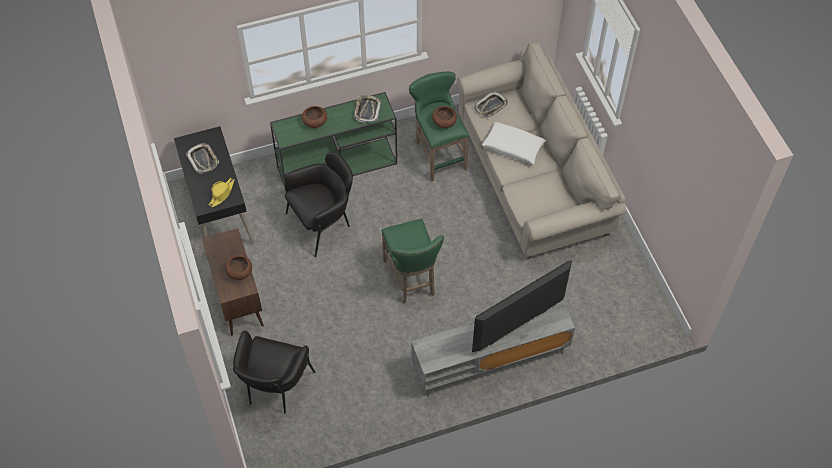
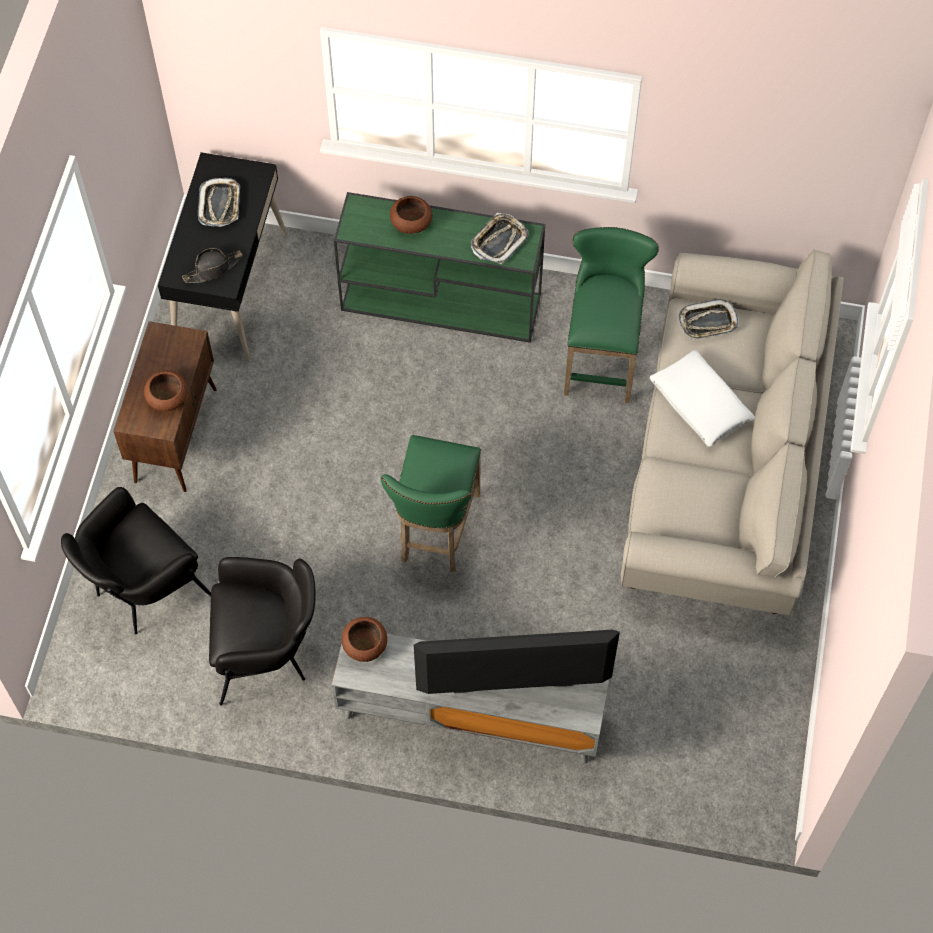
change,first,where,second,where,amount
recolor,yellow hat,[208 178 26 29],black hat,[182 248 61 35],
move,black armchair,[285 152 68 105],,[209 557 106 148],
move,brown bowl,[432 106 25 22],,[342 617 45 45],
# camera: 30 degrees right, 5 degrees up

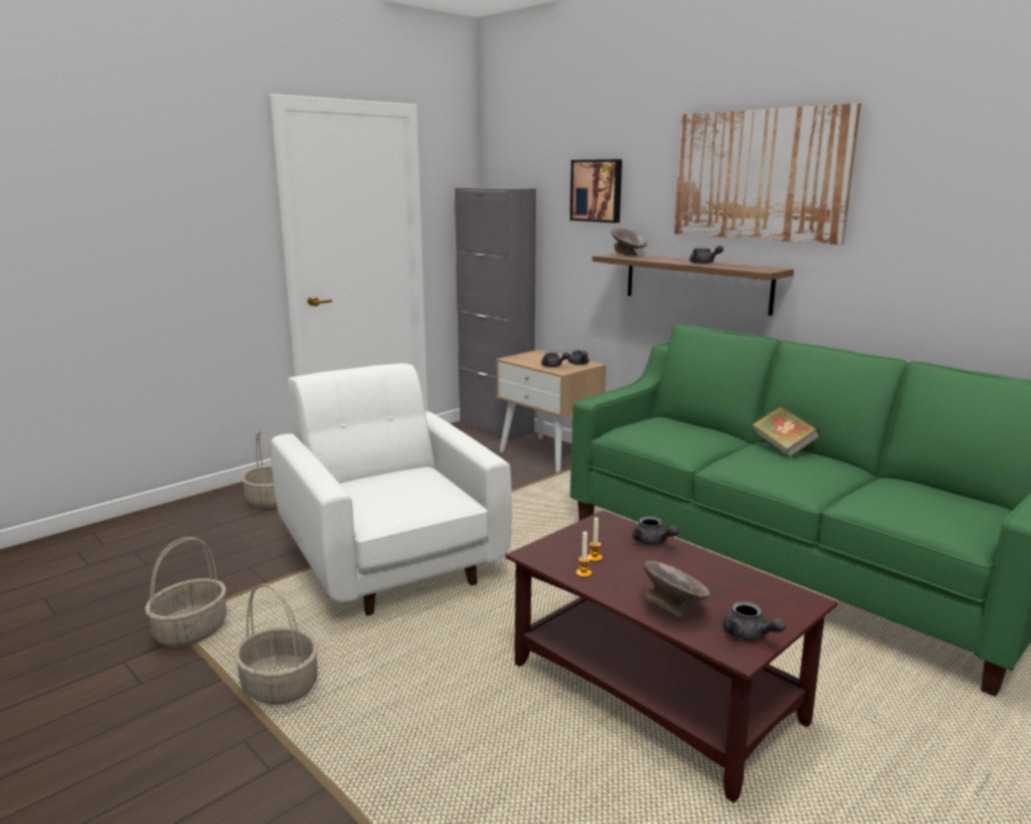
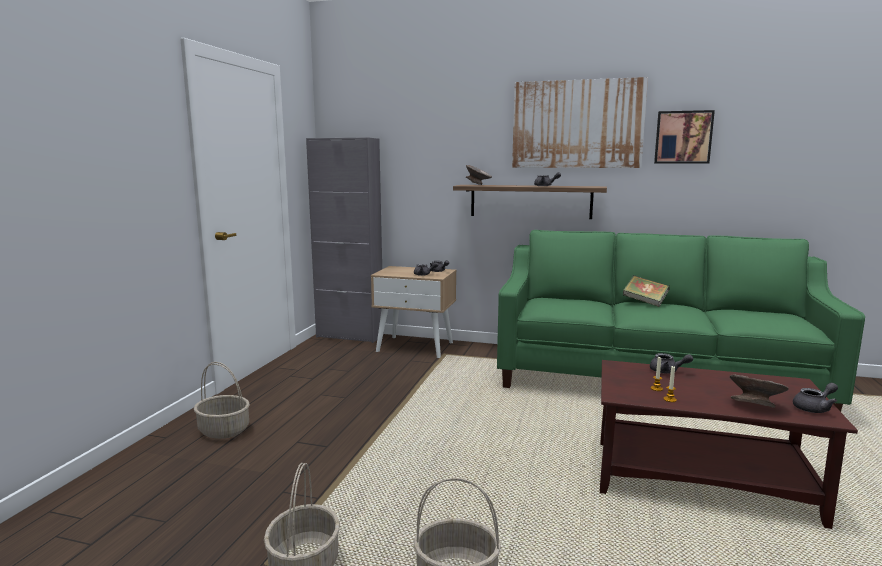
change,first,where,second,where,amount
delete,white armchair,[271 363 241 253],,,
move,picture,[570 159 52 64],,[654 110 61 54],
rotate,grey teapot,[723 601 63 40],,[793 383 45 30],45 degrees counterclockwise
# camera: 30 degrees left, 5 degrees down

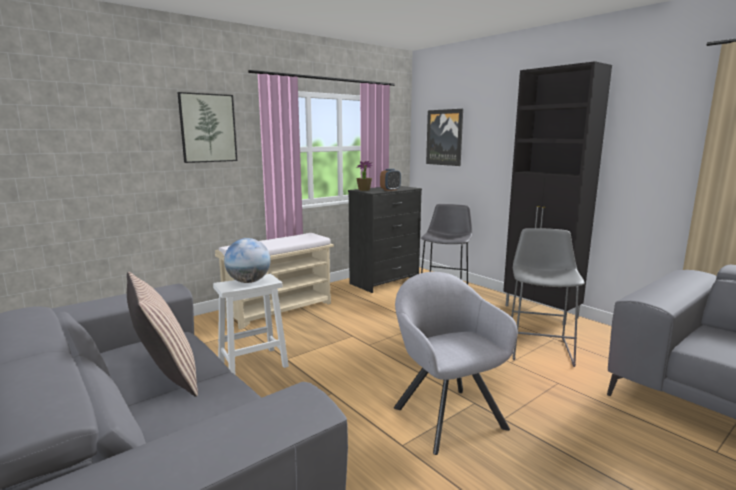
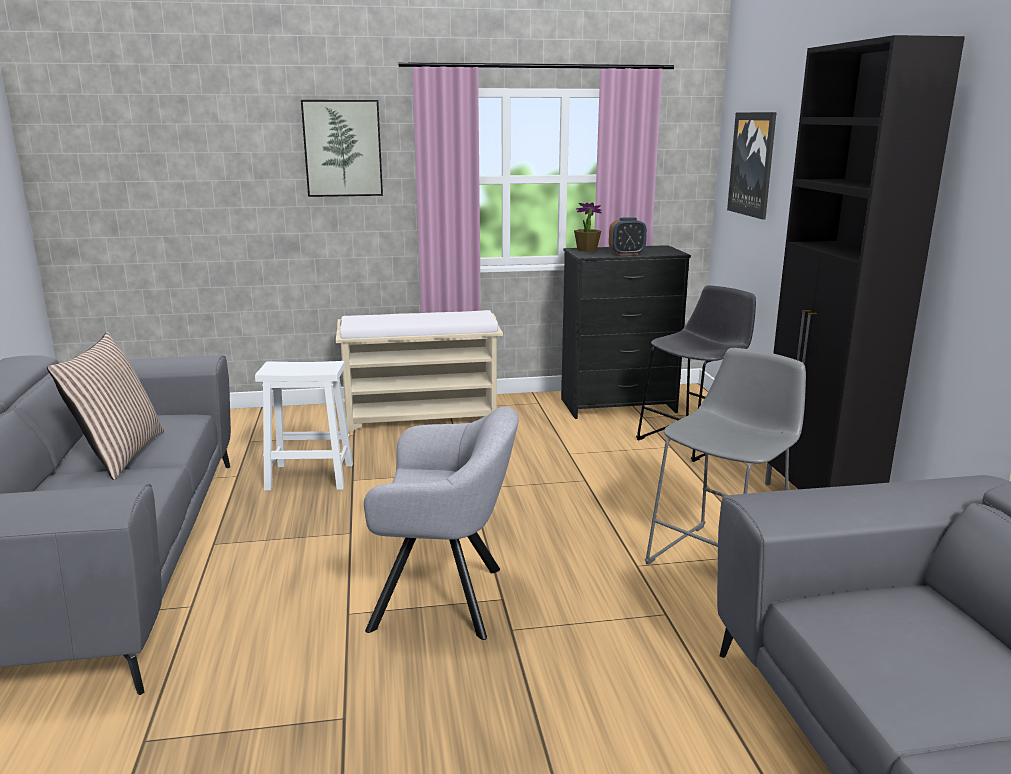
change,first,where,second,where,amount
delete,globe,[224 238 47 45],,,
rotate,grey armchair,[394 272 124 183],,[364 406 155 234],90 degrees clockwise
# camera: 30 degrees right, 5 degrees up

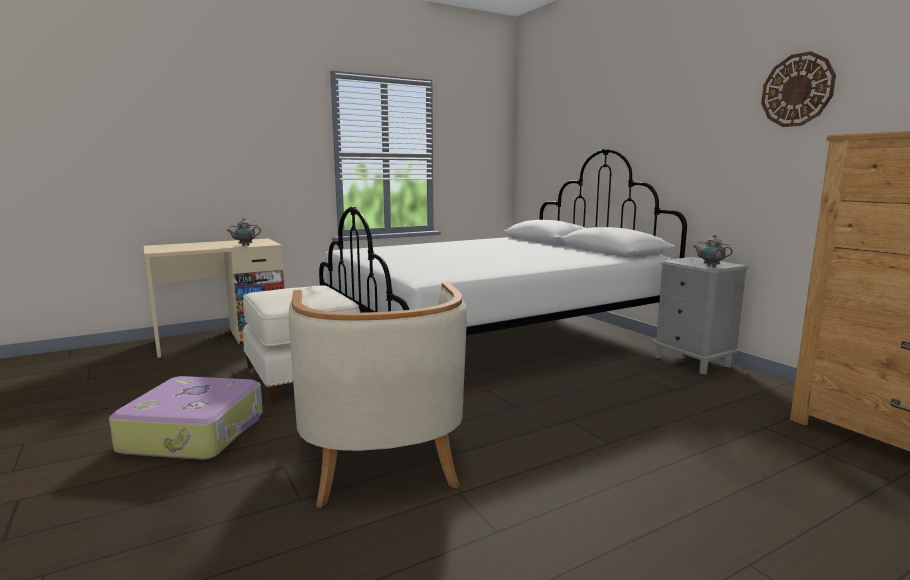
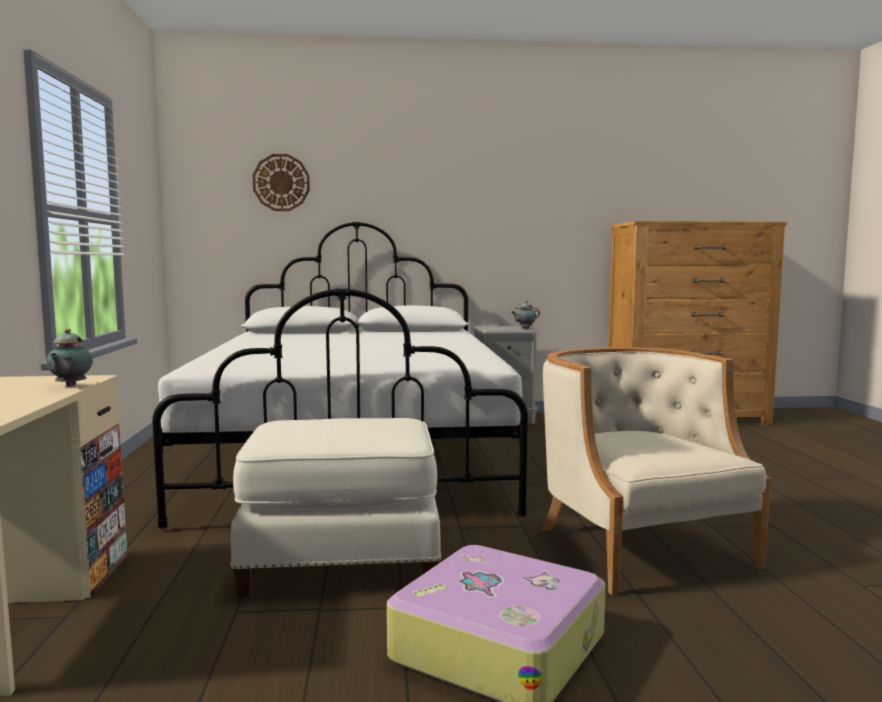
change,first,where,second,where,amount
rotate,beige armchair,[289 282 178 226],,[542 348 229 248],120 degrees counterclockwise
move,wall clock,[761 51 75 76],,[253 154 57 57],
# camera: 65 degrees left, 5 degrees down

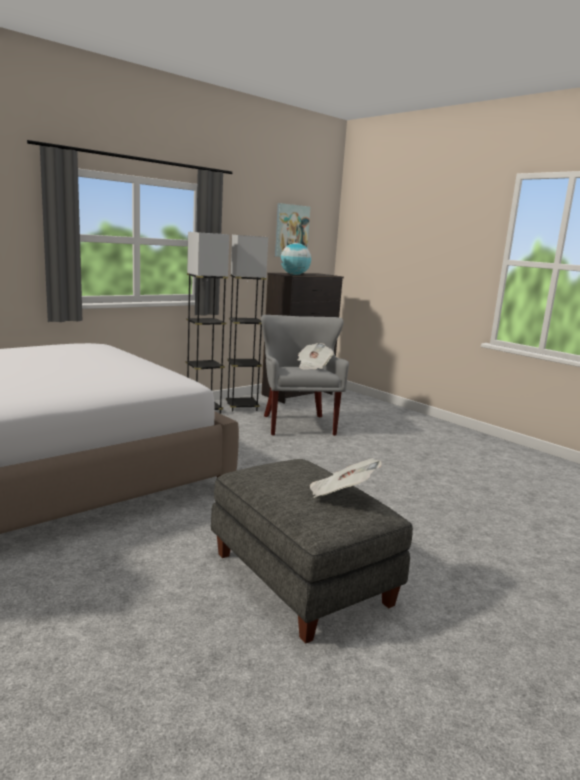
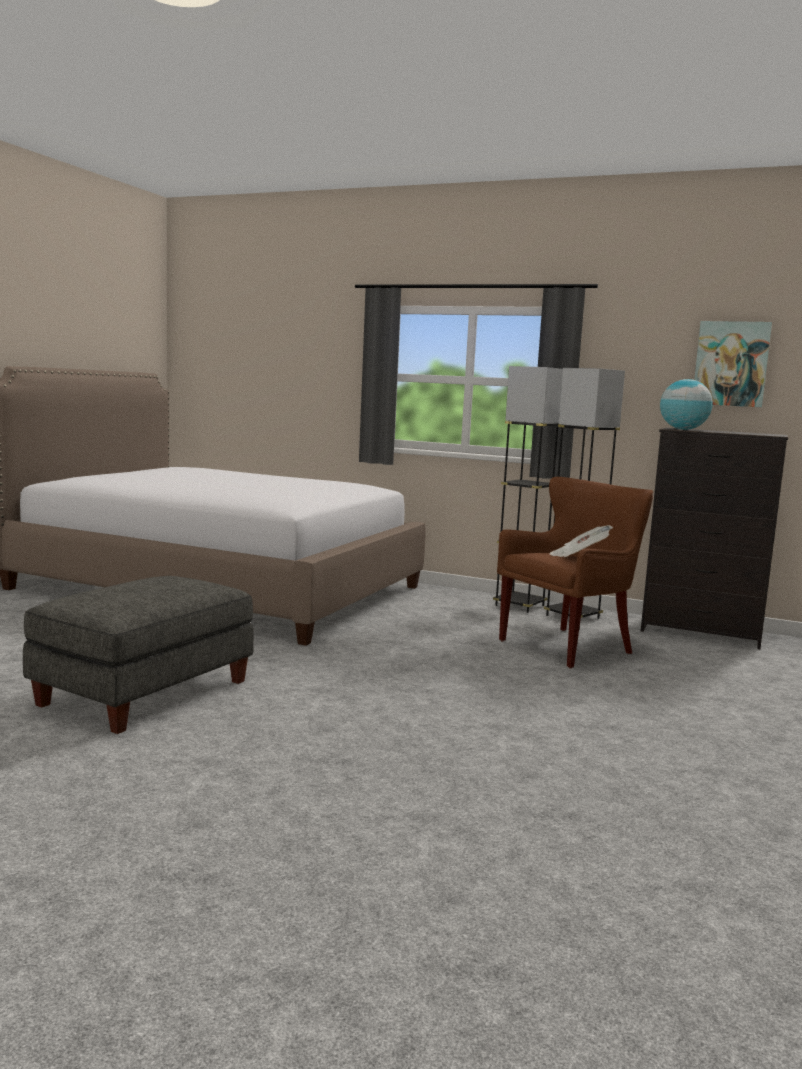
change,first,where,second,where,amount
recolor,grey armchair,[261 315 88 121],brown armchair,[497 477 156 191],
delete,newspaper,[310 458 72 40],,,
# camera: 65 degrees right, 5 degrees down

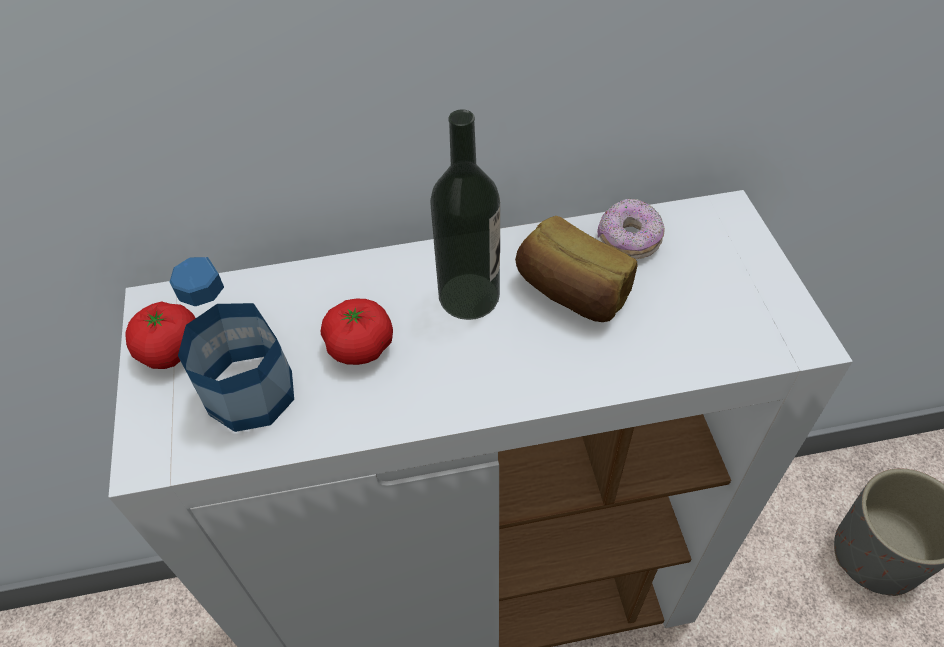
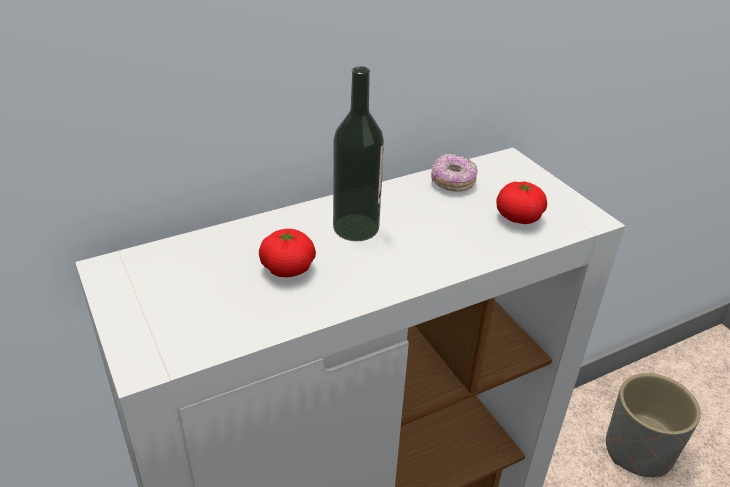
change,first,where,second,where,amount
move,tomato,[125 302 70 67],,[496 181 51 43],
delete,bottle,[170 257 124 175],,,
delete,bread,[515 216 122 106],,,
# camera: 20 degrees left, 15 degrees down

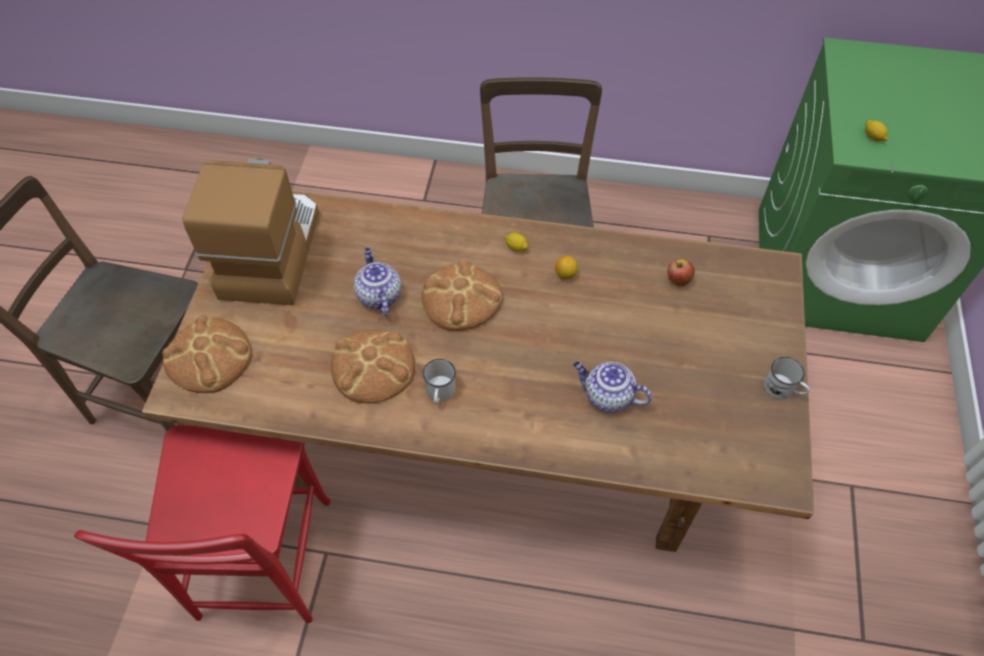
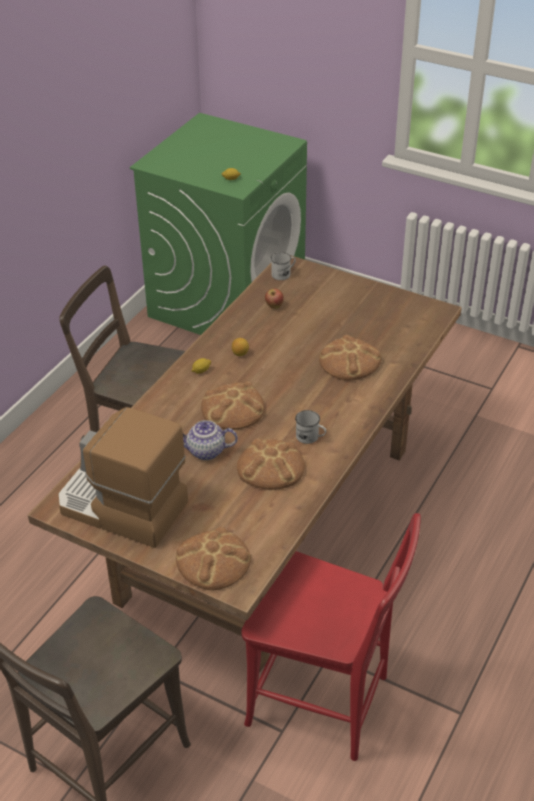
change,first,where,second,where,amount
replace,teapot,[573 362 79 51],bread,[319 335 63 46],
move,white mug,[764 357 46 42],,[271 252 25 28],
# camera: 70 degrees left, 15 degrees down

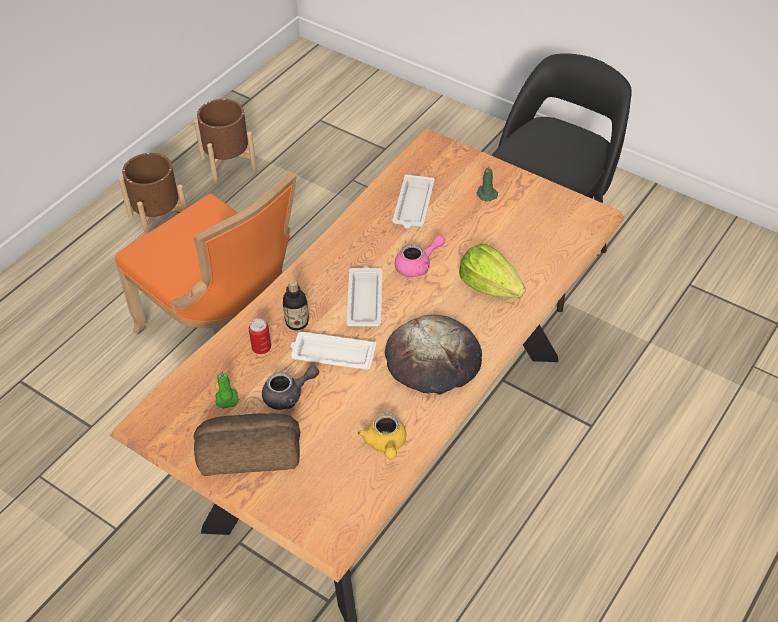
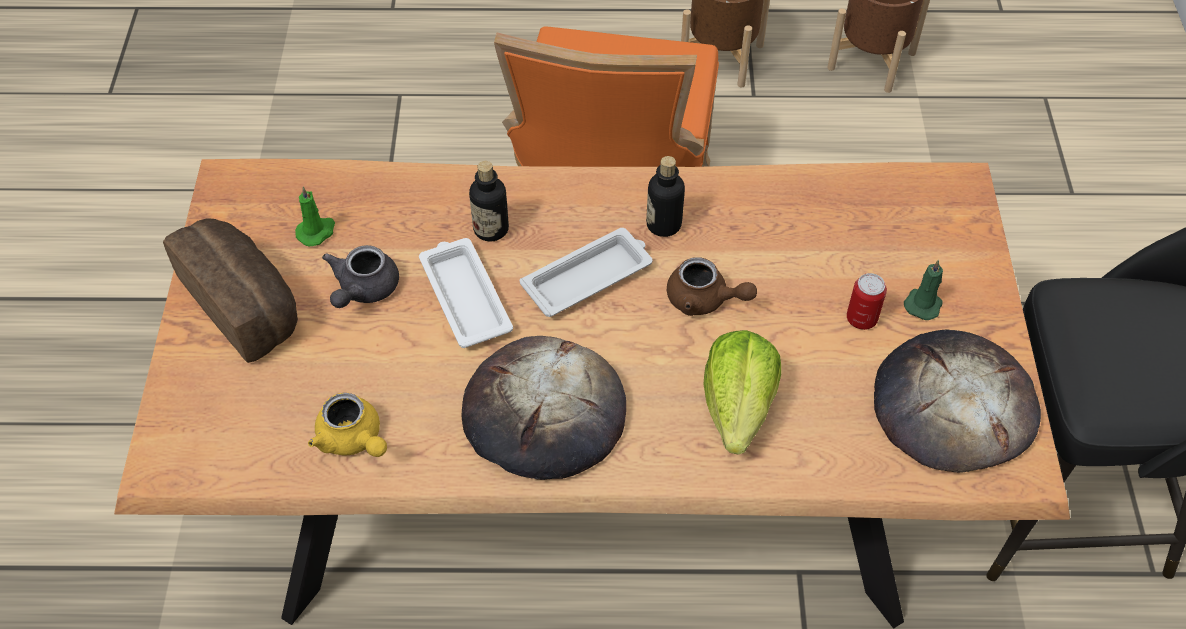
change,first,where,second,where,amount
move,can,[249 319 22 35],,[847 273 40 57],
rotate,grey teapot,[262 366 57 44],,[322 245 77 63],75 degrees clockwise
rotate,yellow teapot,[357 413 50 47],,[308 393 79 64],90 degrees counterclockwise
delete,white tray,[392 174 43 55],,,
recolor,pink teapot,[395 235 50 42],brown teapot,[667 257 90 59],
insert,,,bottle,[646 156 39 81],
insert,,,bread,[874 329 167 144],
# camera: 55 degrees right, 5 degrees up

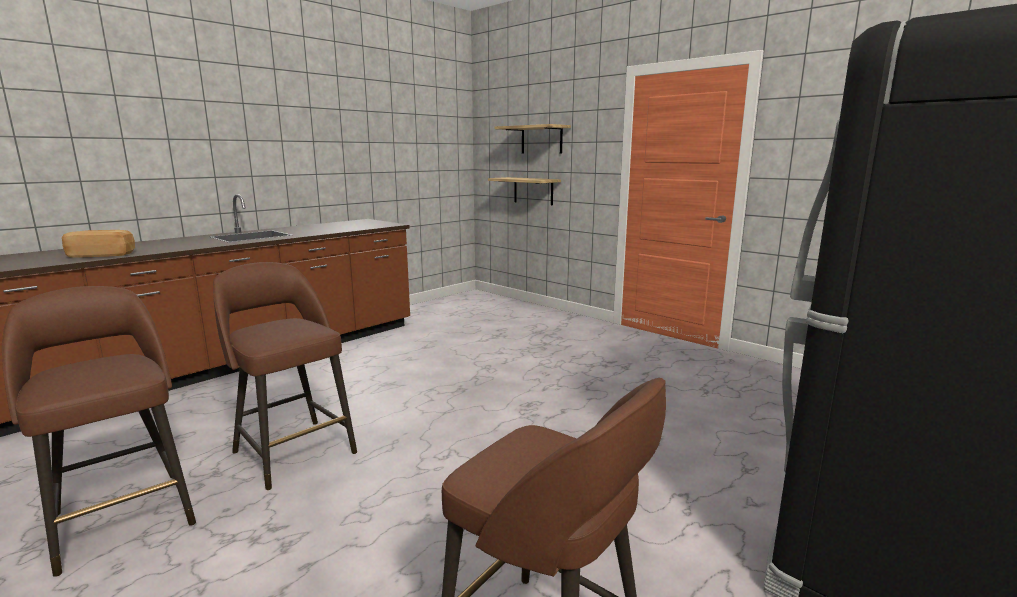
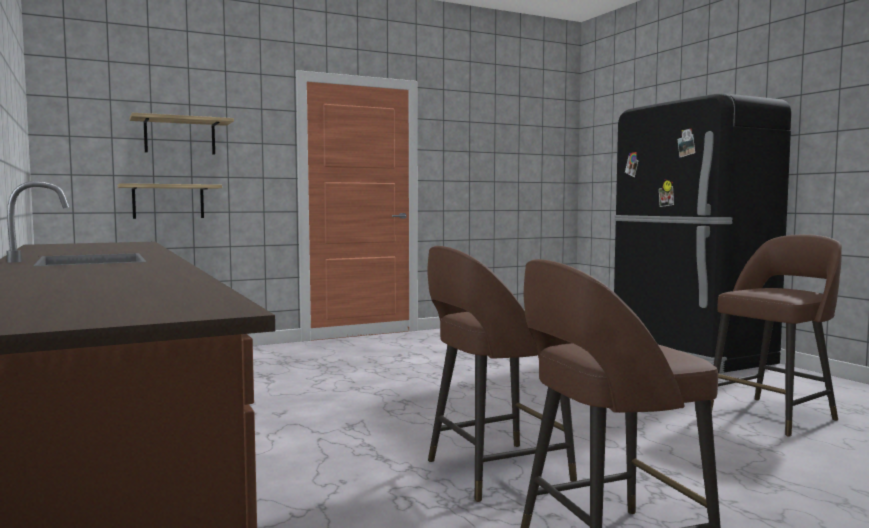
change,first,where,second,where,amount
delete,bread,[62 230 73 28],,,
# camera: 70 degrees left, 10 degrees down

